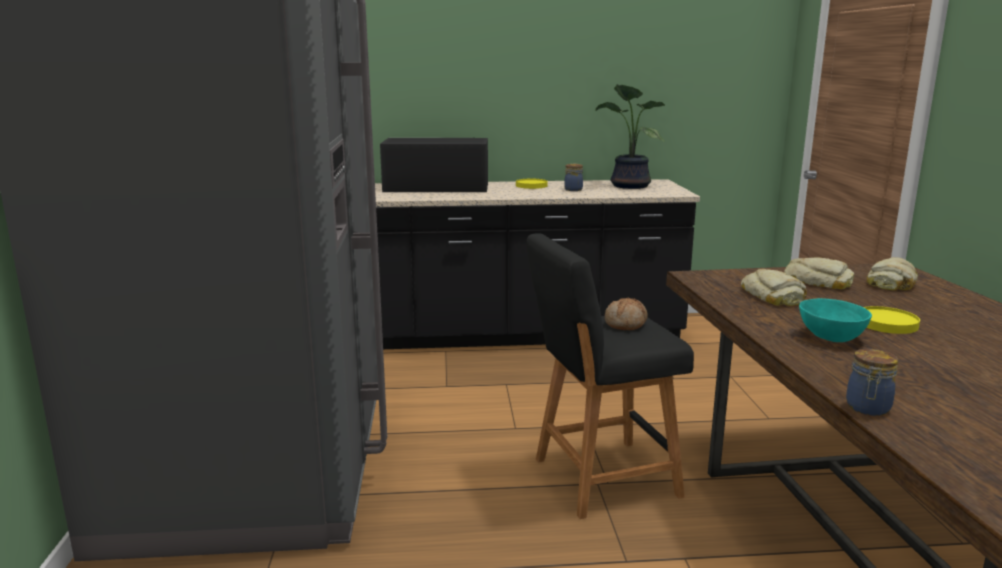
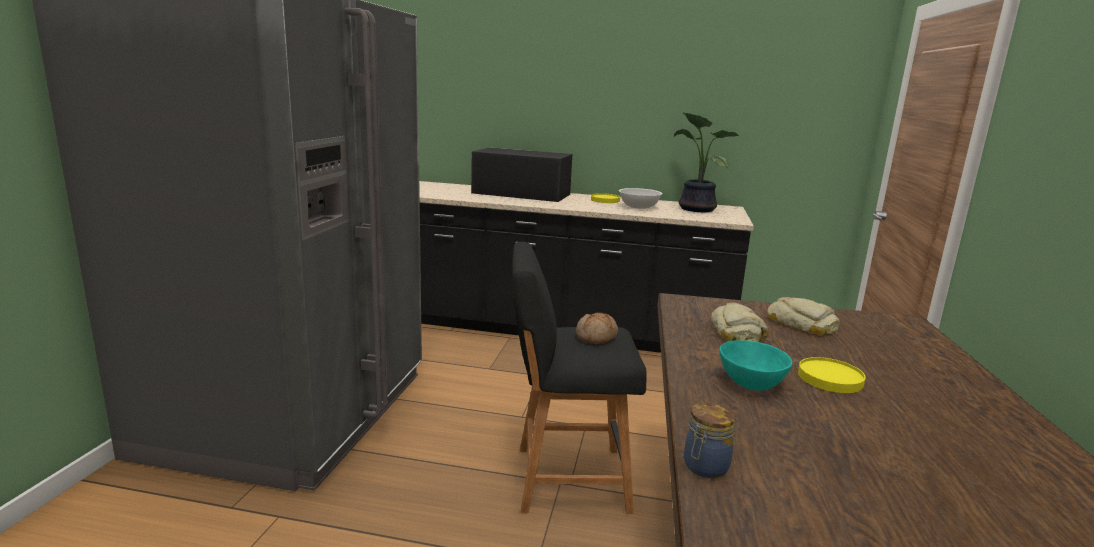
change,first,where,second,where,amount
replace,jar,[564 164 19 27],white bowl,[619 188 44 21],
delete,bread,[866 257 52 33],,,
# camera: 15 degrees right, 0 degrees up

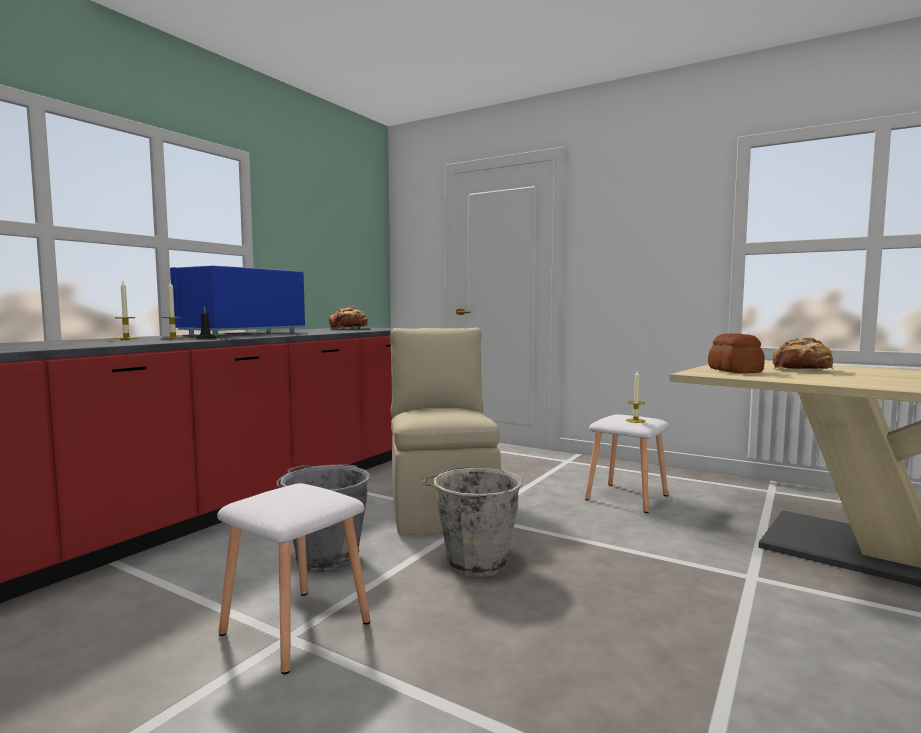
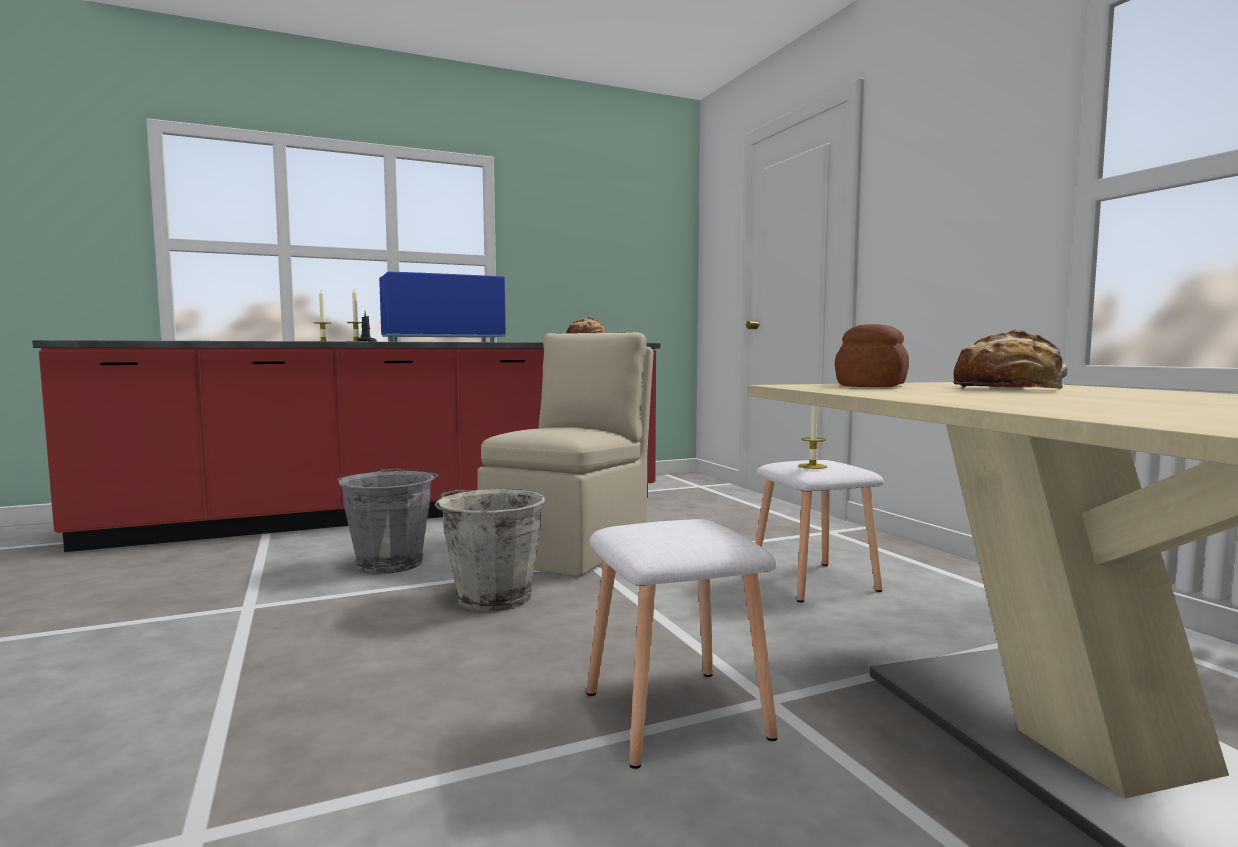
change,first,where,second,where,amount
move,white stool,[217 483 153 191],,[586 519 192 250],
# camera: 35 degrees right, 0 degrees up

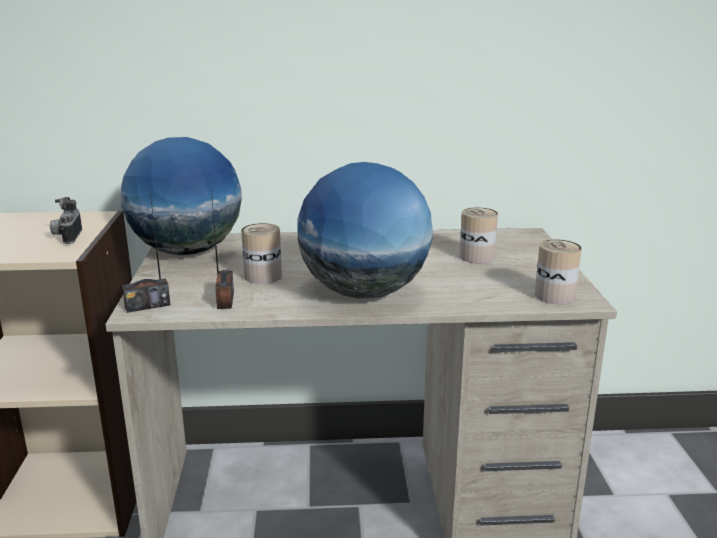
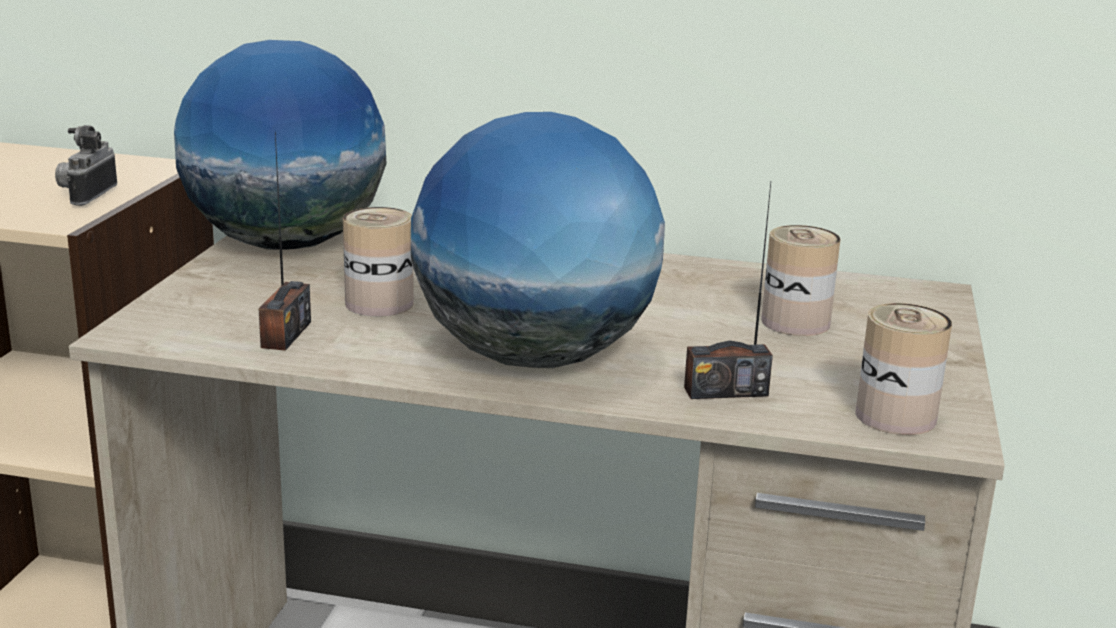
change,first,where,second,where,amount
move,radio,[122 193 48 120],,[684 183 89 216],
# camera: 15 degrees right, 0 degrees up

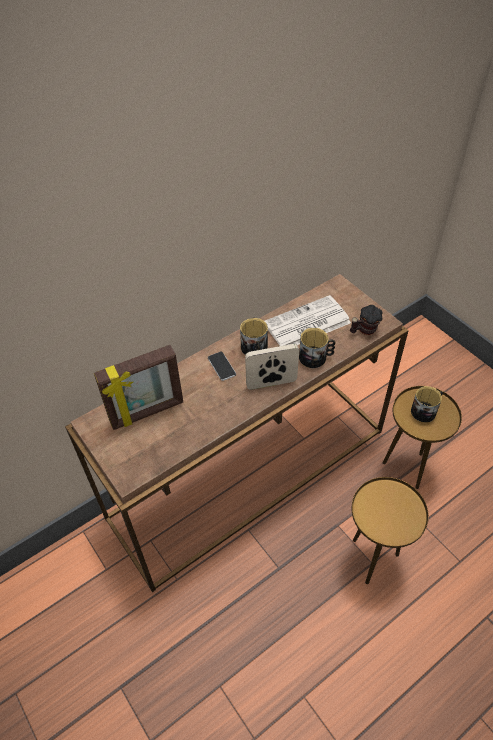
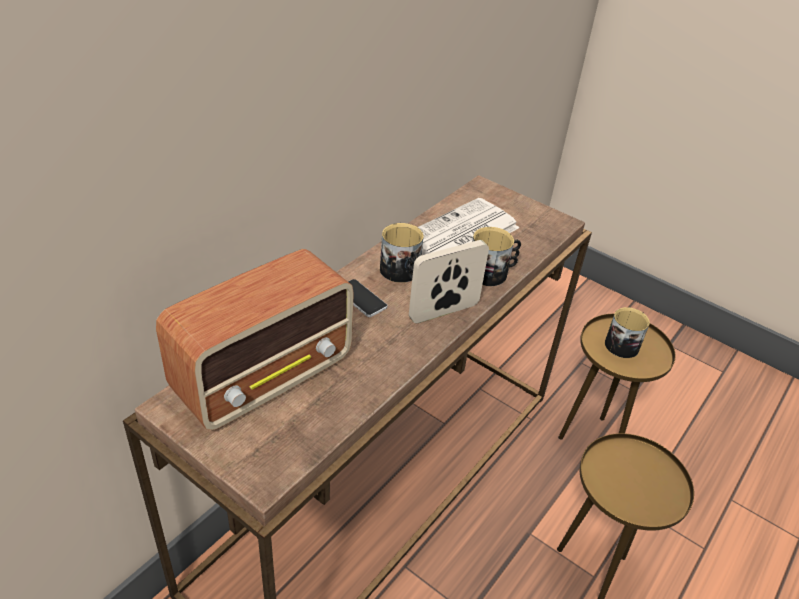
change,first,where,second,where,amount
replace,picture frame,[94 345 89 85],radio,[156 249 198 181],
delete,mug,[350 305 33 30],,,
# camera: 20 degrees left, 10 degrees down

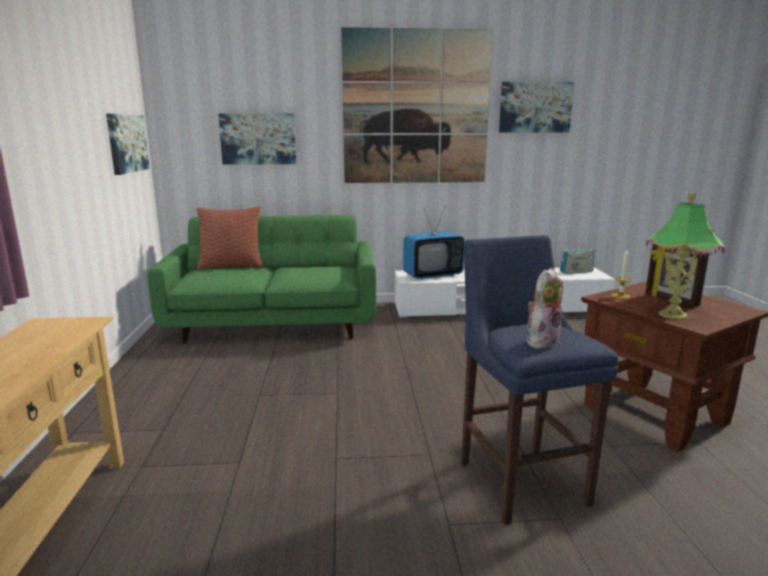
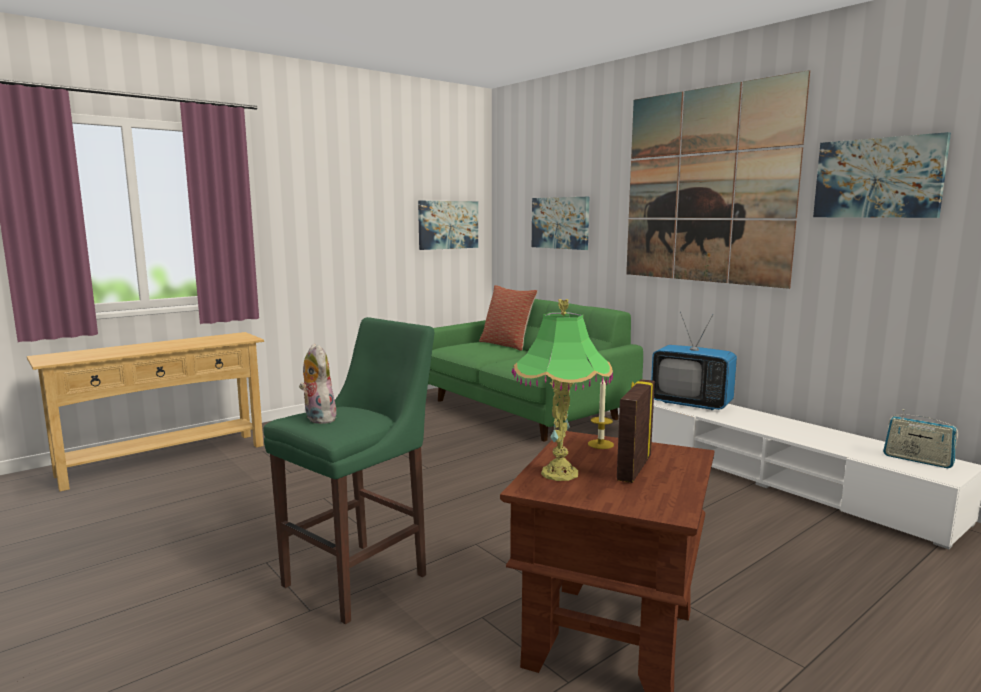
change,first,where,second,where,amount
recolor,blue stool,[461 235 157 290],green stool,[263 317 171 307],
rotate,plush toy,[527 268 36 81],,[299 344 37 80],135 degrees counterclockwise
# camera: 55 degrees right, 5 degrees down

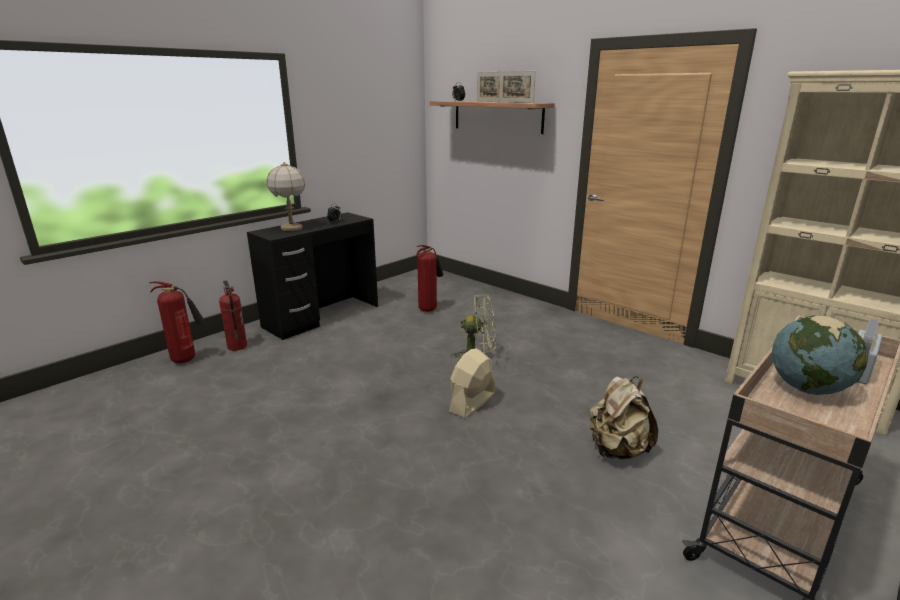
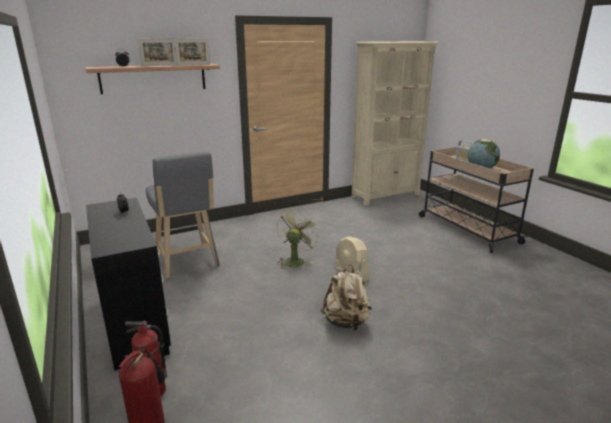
change,first,where,second,where,amount
delete,table lamp,[267 162 39 69],,,
replace,fire extinguisher,[416 245 28 67],grey stool,[146 152 74 126],
move,beige backpack,[590 376 68 83],,[321 265 51 66],
# camera: 70 degrees left, 0 degrees up

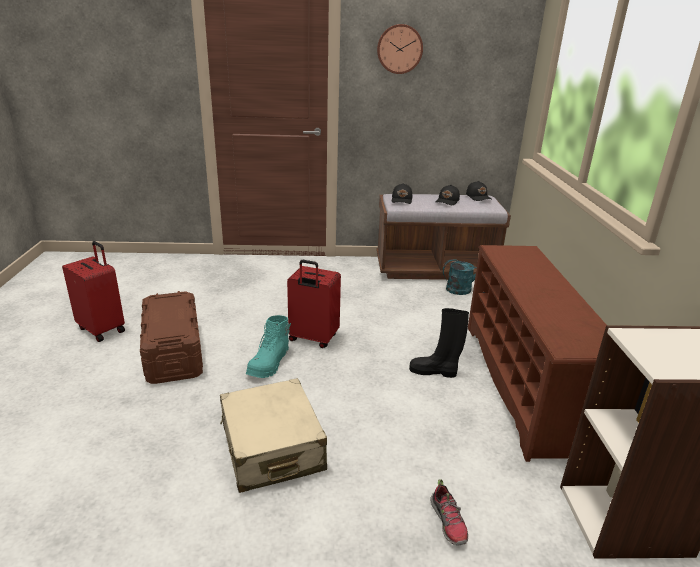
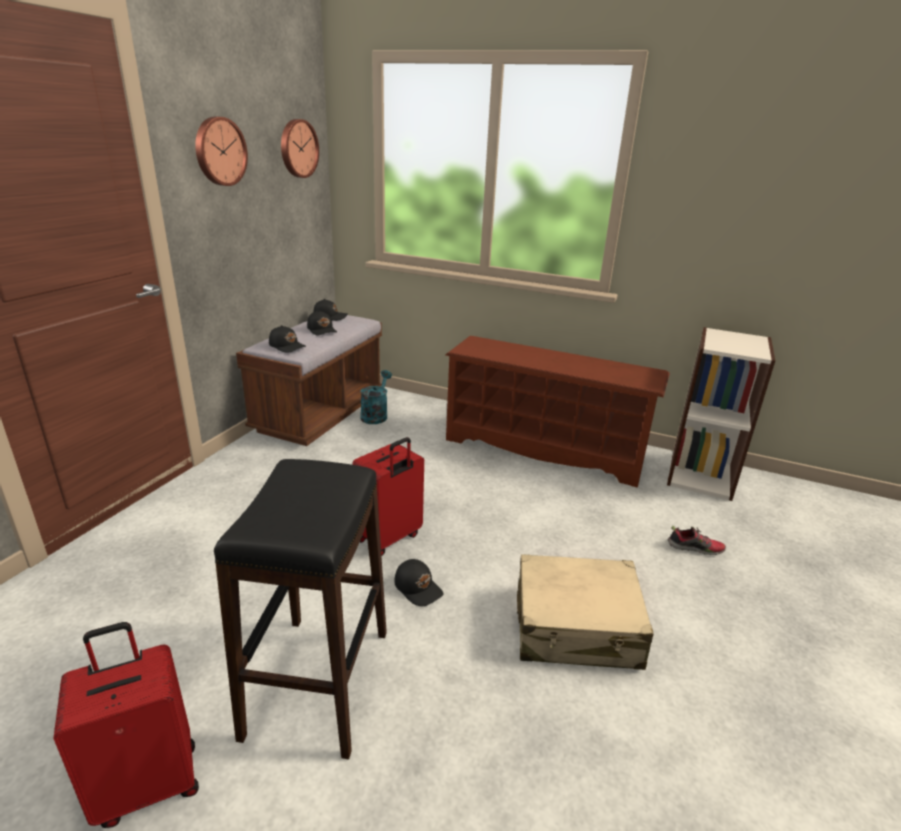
change,first,where,second,where,amount
replace,brown storage box,[140 291 63 93],black stool,[214 459 173 300],
replace,turquoise boot,[246 315 45 63],black cap,[395 559 49 47],
delete,black boot,[409 308 60 70],,,
insert,,,wall clock,[281 119 38 59],
# camera: 65 degrees left, 0 degrees up

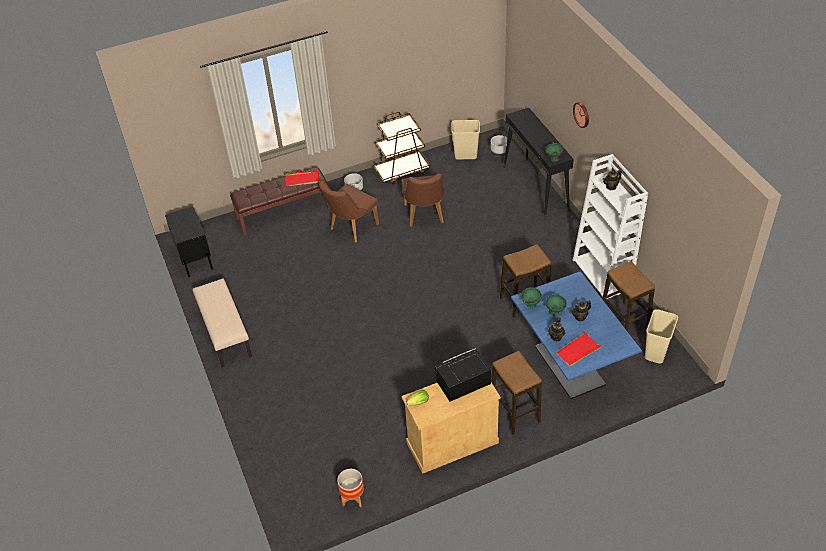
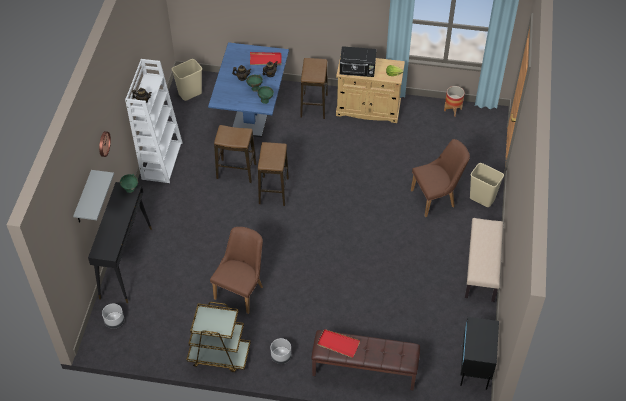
change,first,where,second,where,amount
move,brown chair,[319 181 60 61],,[411 139 59 78],
move,beige trash can,[451 120 29 39],,[470 163 34 44],
move,stool,[602 261 53 70],,[258 142 31 64],
insert,,,grey shelf,[73 170 41 53],
# camera: 150 degrees left, 5 degrees up

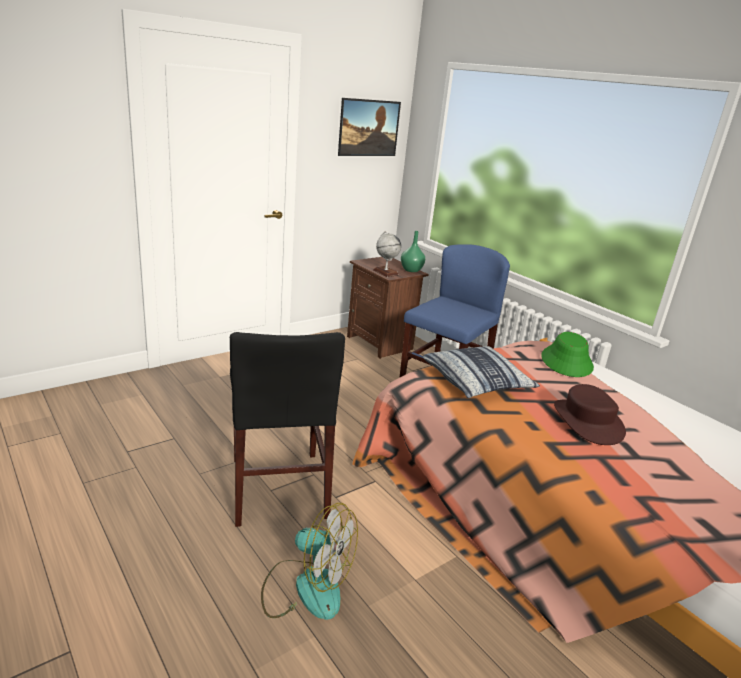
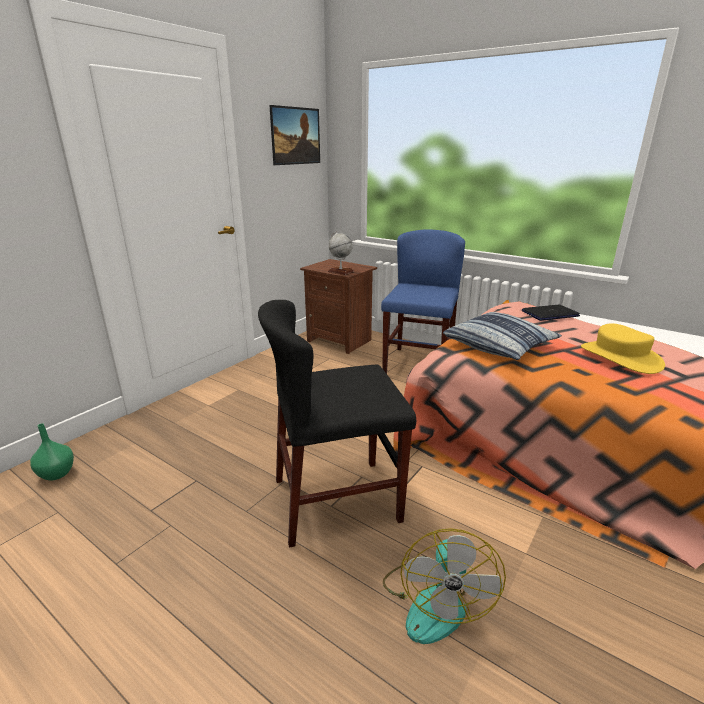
change,first,where,second,where,amount
rotate,black chair,[230 332 115 195],,[258 300 158 248],105 degrees clockwise
rotate,fan,[261 503 97 117],,[383 528 123 116],90 degrees clockwise
move,green vase,[401 231 24 41],,[30 423 44 58],
replace,green hat,[541 332 53 45],laptop,[522 304 58 17],
recolor,brown hat,[554 384 72 61],yellow hat,[581 323 84 51],
# camera: 15 degrees left, 0 degrees up

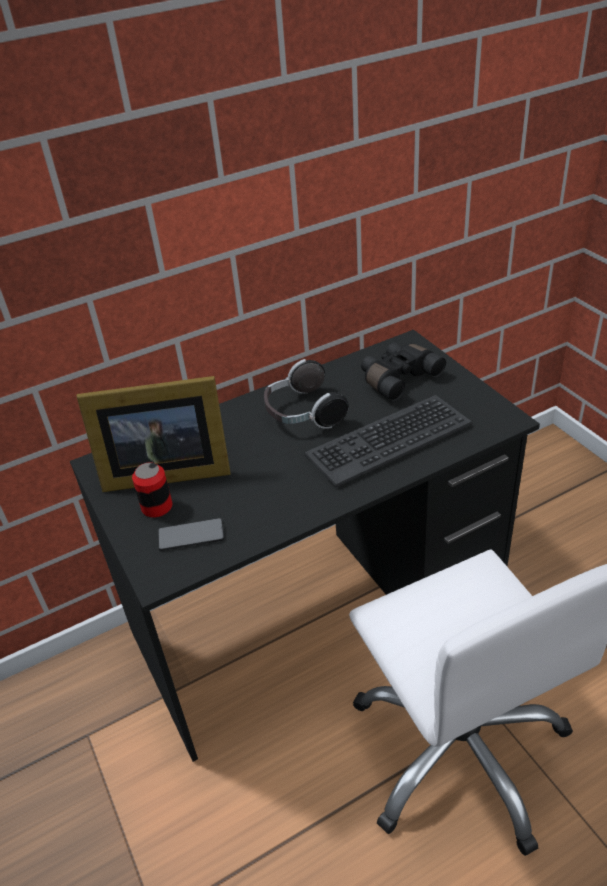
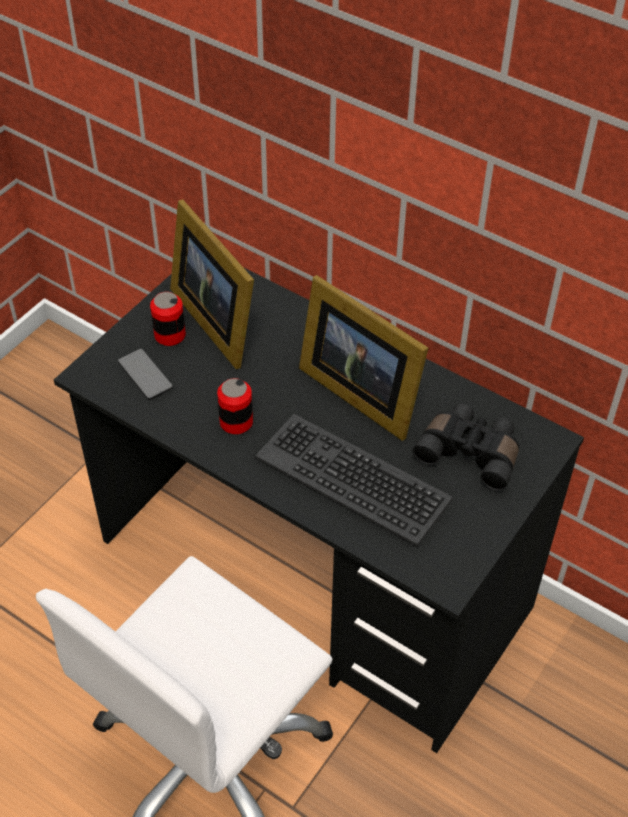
change,first,where,second,where,amount
replace,headphones,[264 359 85 70],picture frame,[299 275 129 166],
insert,,,can,[217 378 36 56],
# camera: 60 degrees right, 10 degrees up

